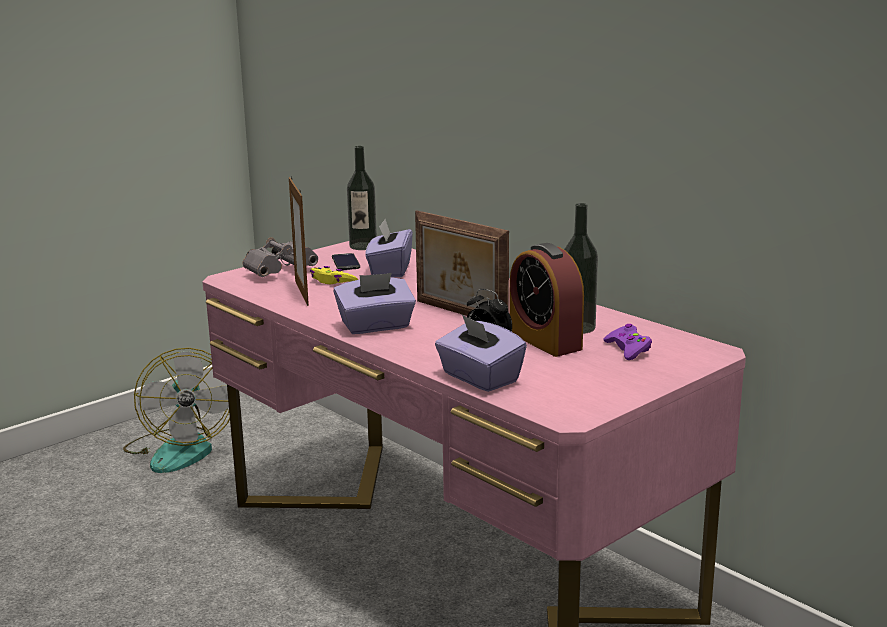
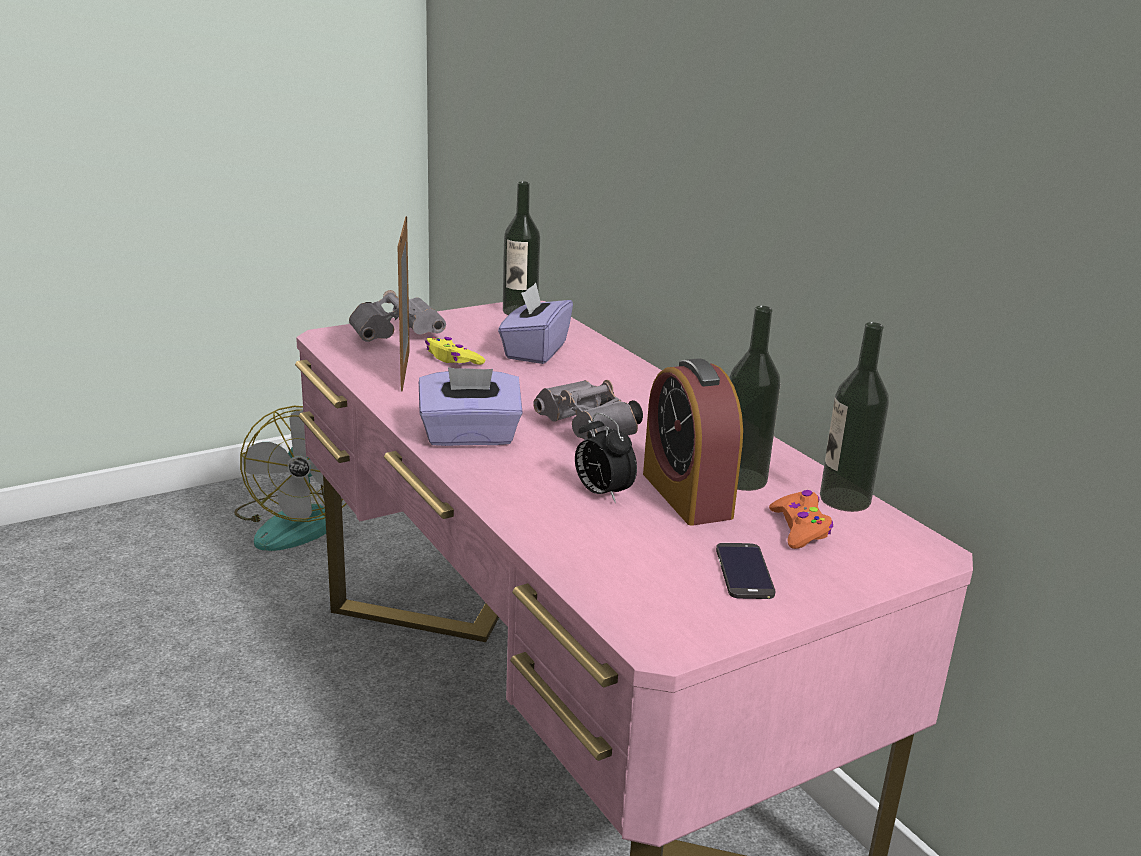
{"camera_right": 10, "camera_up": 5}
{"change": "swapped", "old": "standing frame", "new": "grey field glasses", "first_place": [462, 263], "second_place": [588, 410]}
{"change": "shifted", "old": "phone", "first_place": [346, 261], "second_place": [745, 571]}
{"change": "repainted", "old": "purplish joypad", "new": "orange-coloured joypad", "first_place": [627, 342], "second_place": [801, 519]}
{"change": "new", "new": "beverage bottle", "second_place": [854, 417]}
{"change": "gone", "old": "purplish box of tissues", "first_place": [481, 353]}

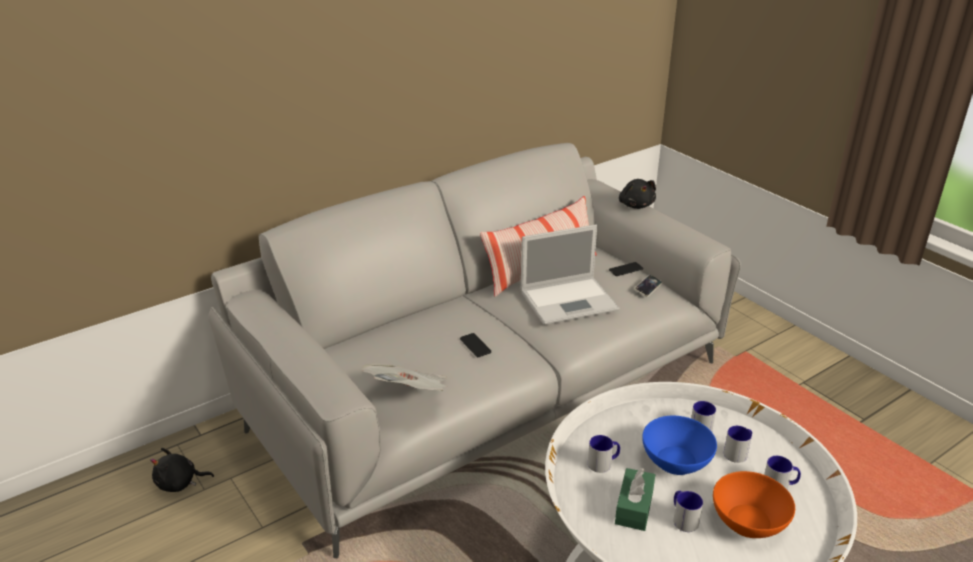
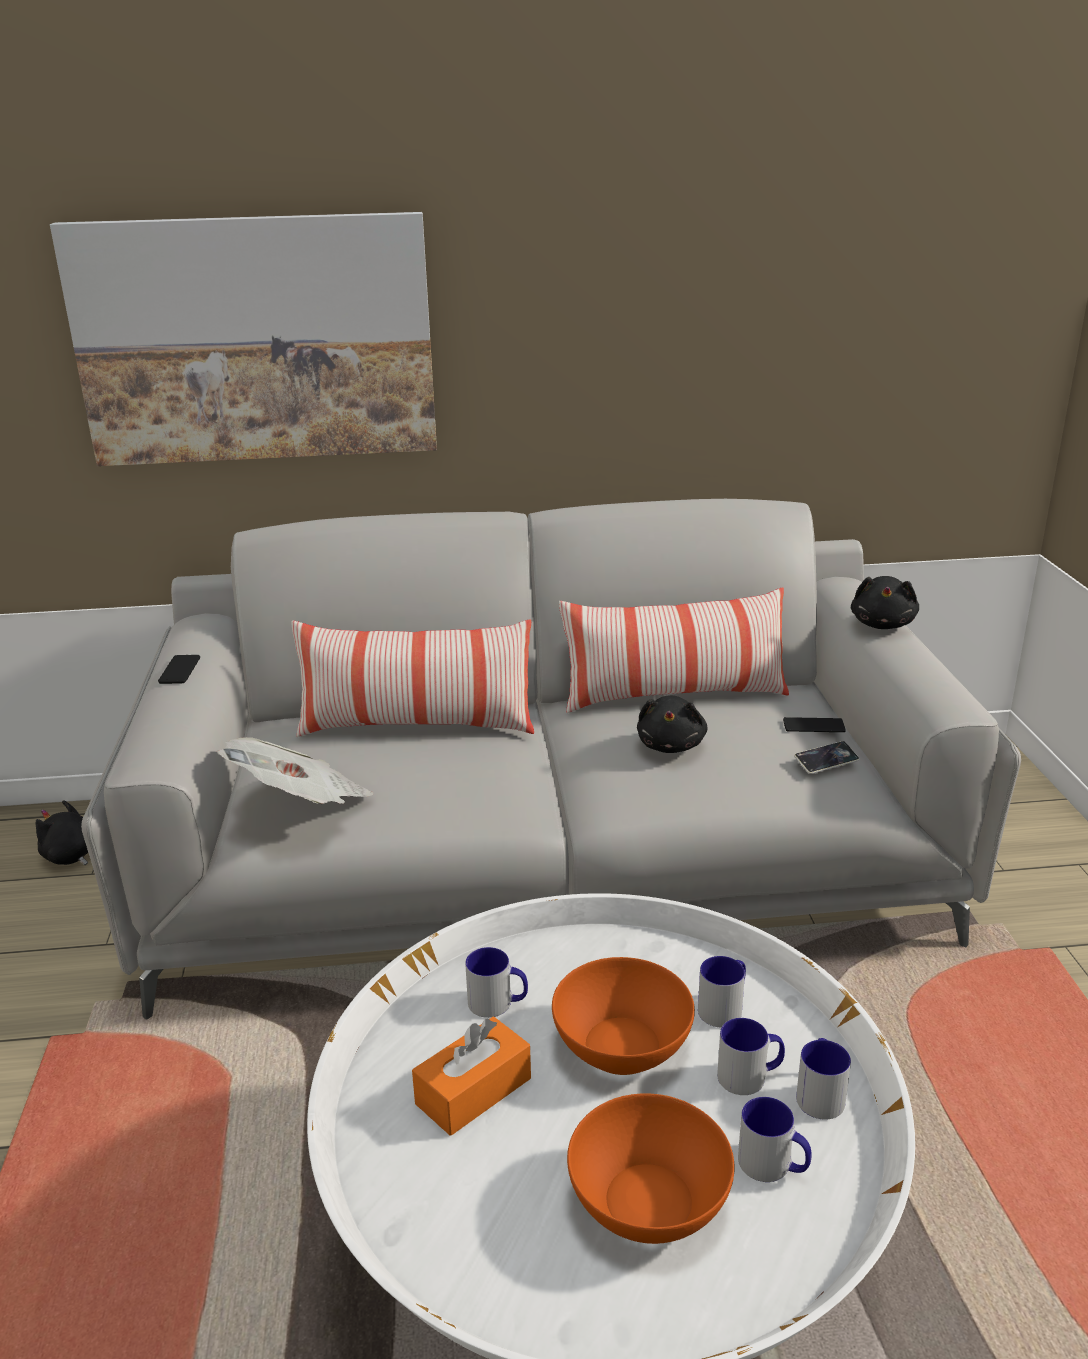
{"camera_right": 30, "camera_up": -5}
{"change": "new", "new": "wall picture", "second_place": [243, 339]}
{"change": "shifted", "old": "phone", "first_place": [475, 345], "second_place": [179, 669]}
{"change": "new", "new": "cushion", "second_place": [412, 678]}
{"change": "repainted", "old": "green box of tissues", "new": "orange-coloured box of tissues", "first_place": [635, 499], "second_place": [471, 1076]}
{"change": "repainted", "old": "blue bowl", "new": "orange-coloured bowl", "first_place": [679, 445], "second_place": [623, 1016]}
{"change": "swapped", "old": "laptop", "new": "blackish cuddly toy", "first_place": [570, 274], "second_place": [672, 724]}
{"change": "shifted", "old": "tea mug", "first_place": [688, 511], "second_place": [823, 1079]}

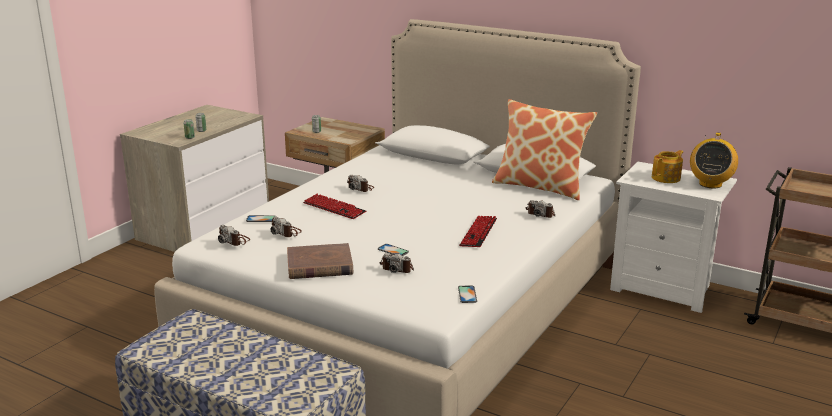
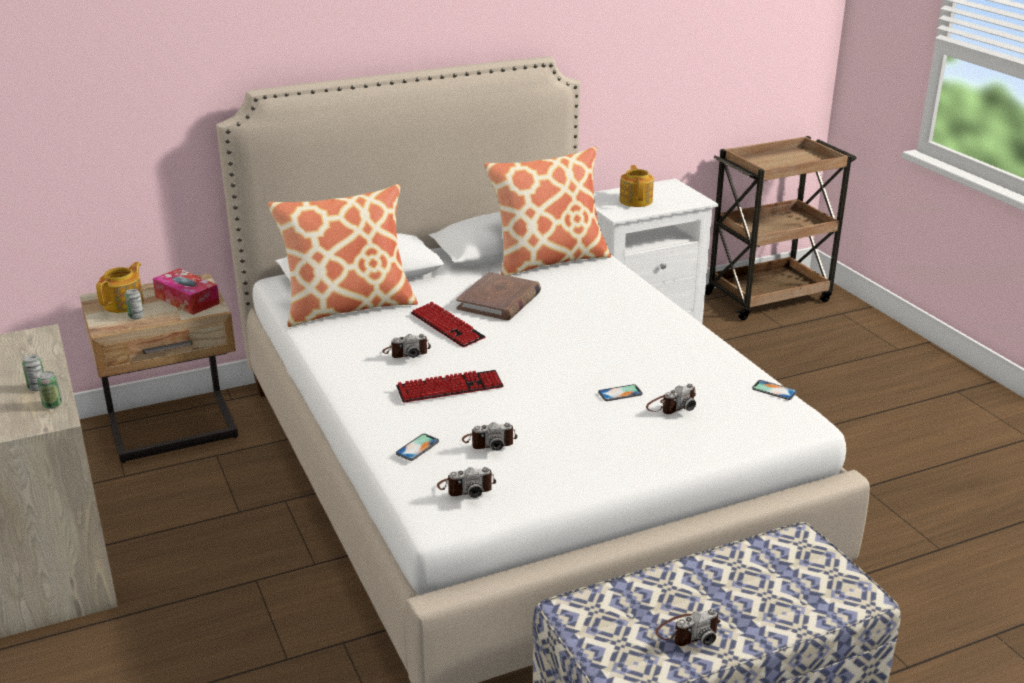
{"camera_right": -55, "camera_up": 5}
{"change": "new", "new": "tea pot", "second_place": [120, 287]}
{"change": "new", "new": "box of tissues", "second_place": [186, 291]}
{"change": "new", "new": "cushion", "second_place": [343, 255]}
{"change": "shifted", "old": "computer keyboard", "first_place": [478, 231], "second_place": [448, 324]}
{"change": "shifted", "old": "brownish volume", "first_place": [320, 261], "second_place": [498, 296]}
{"change": "shifted", "old": "still camera", "first_place": [540, 209], "second_place": [688, 627]}
{"change": "gone", "old": "radio receiver", "first_place": [714, 160]}

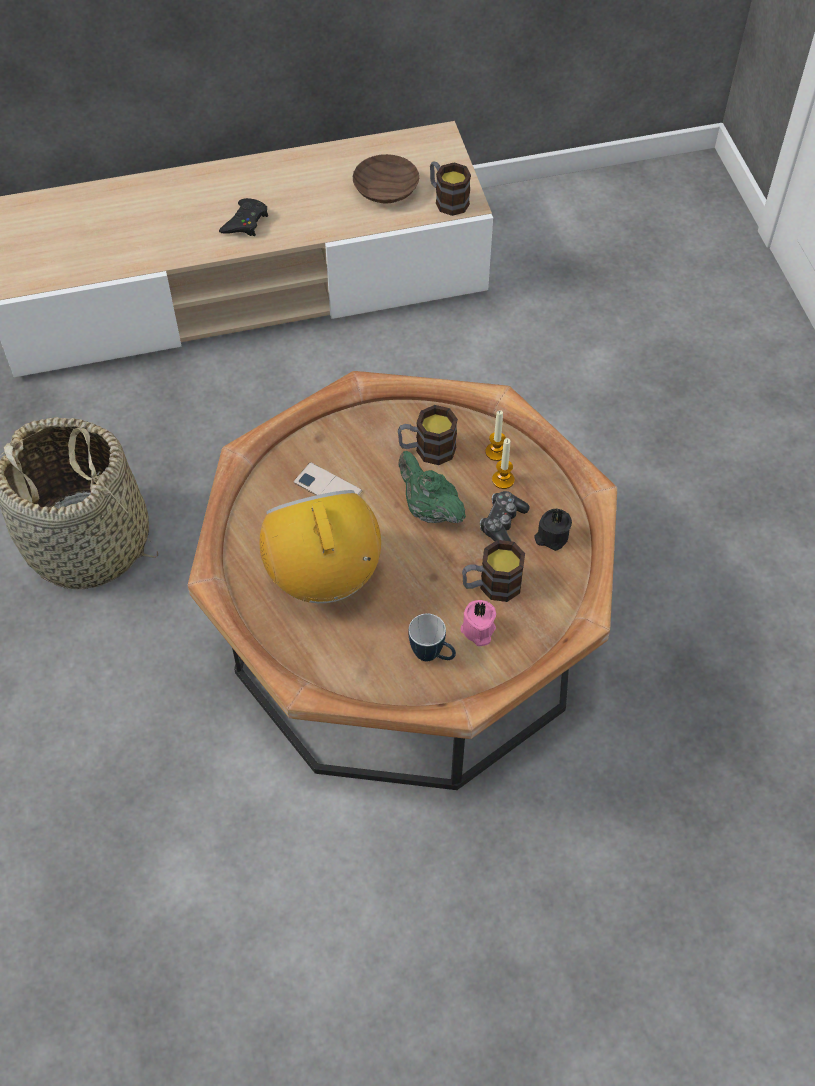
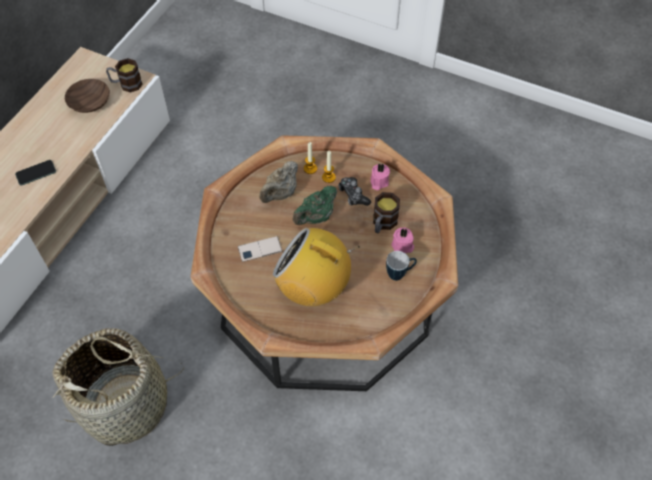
{"camera_right": -50, "camera_up": 0}
{"change": "swapped", "old": "blackish joypad", "new": "phone", "first_place": [243, 217], "second_place": [35, 173]}
{"change": "swapped", "old": "tea mug", "new": "sand-coloured tea pot", "first_place": [428, 435], "second_place": [278, 182]}
{"change": "rotated", "old": "green tea pot", "first_place": [432, 487], "second_place": [314, 205], "degrees": -45}
{"change": "repainted", "old": "blackish wax candle", "new": "pink-coloured wax candle", "first_place": [553, 530], "second_place": [380, 177]}

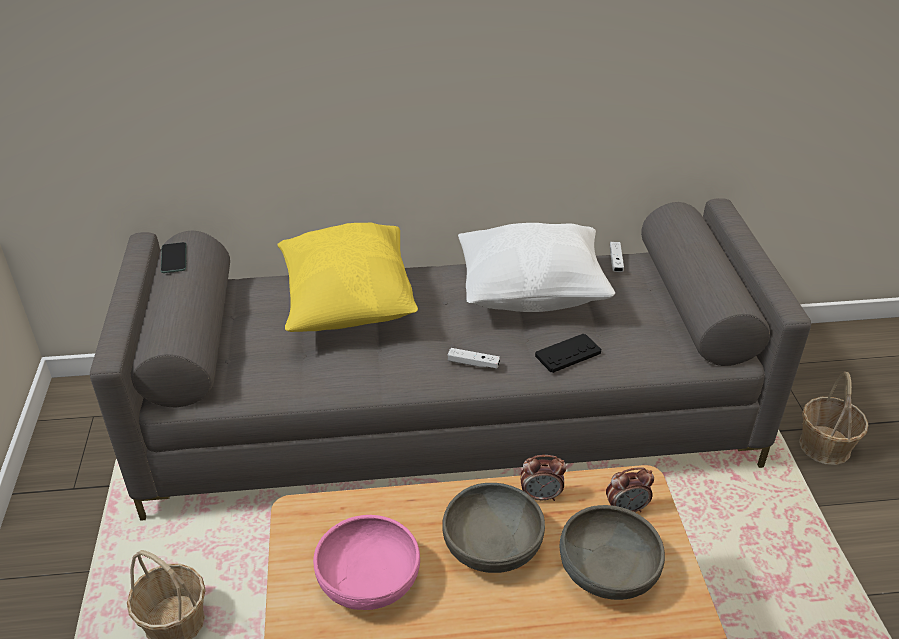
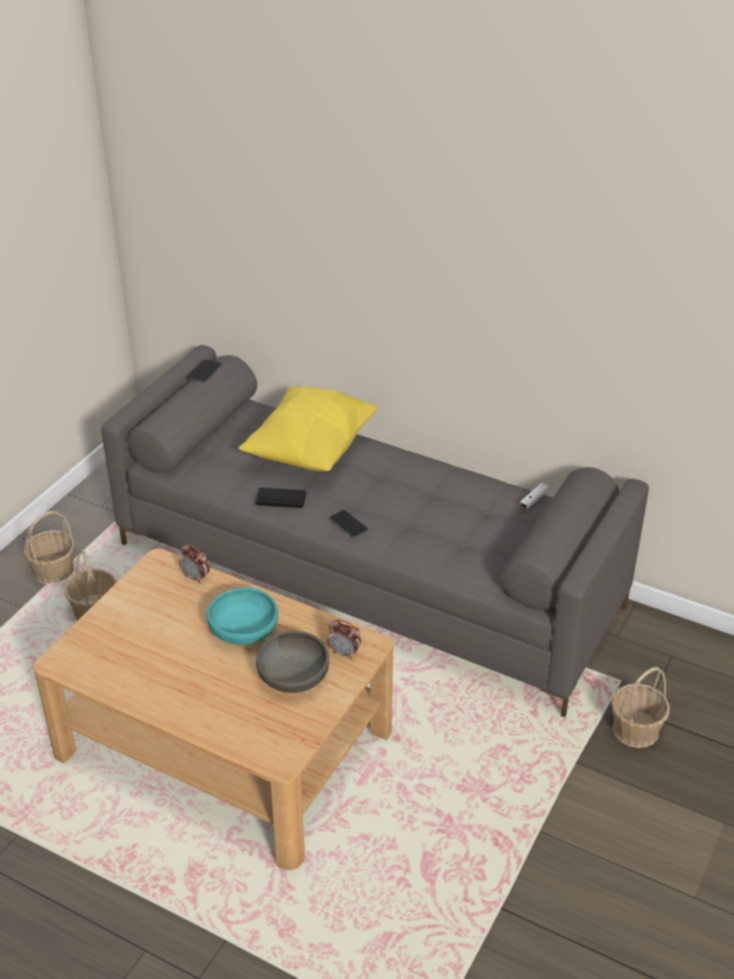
{"camera_right": 35, "camera_up": 0}
{"change": "new", "new": "household basket", "second_place": [49, 547]}
{"change": "shifted", "old": "alarm clock", "first_place": [544, 478], "second_place": [194, 564]}
{"change": "repainted", "old": "grey bowl", "new": "turquoise-coloured bowl", "first_place": [493, 528], "second_place": [242, 616]}
{"change": "shifted", "old": "blackish joypad", "first_place": [568, 353], "second_place": [281, 498]}
{"change": "swapped", "old": "white-coloured joypad", "new": "phone", "first_place": [474, 358], "second_place": [349, 524]}
{"change": "gone", "old": "pink-coloured bowl", "first_place": [366, 562]}
{"change": "gone", "old": "white-coloured cushion", "first_place": [536, 267]}

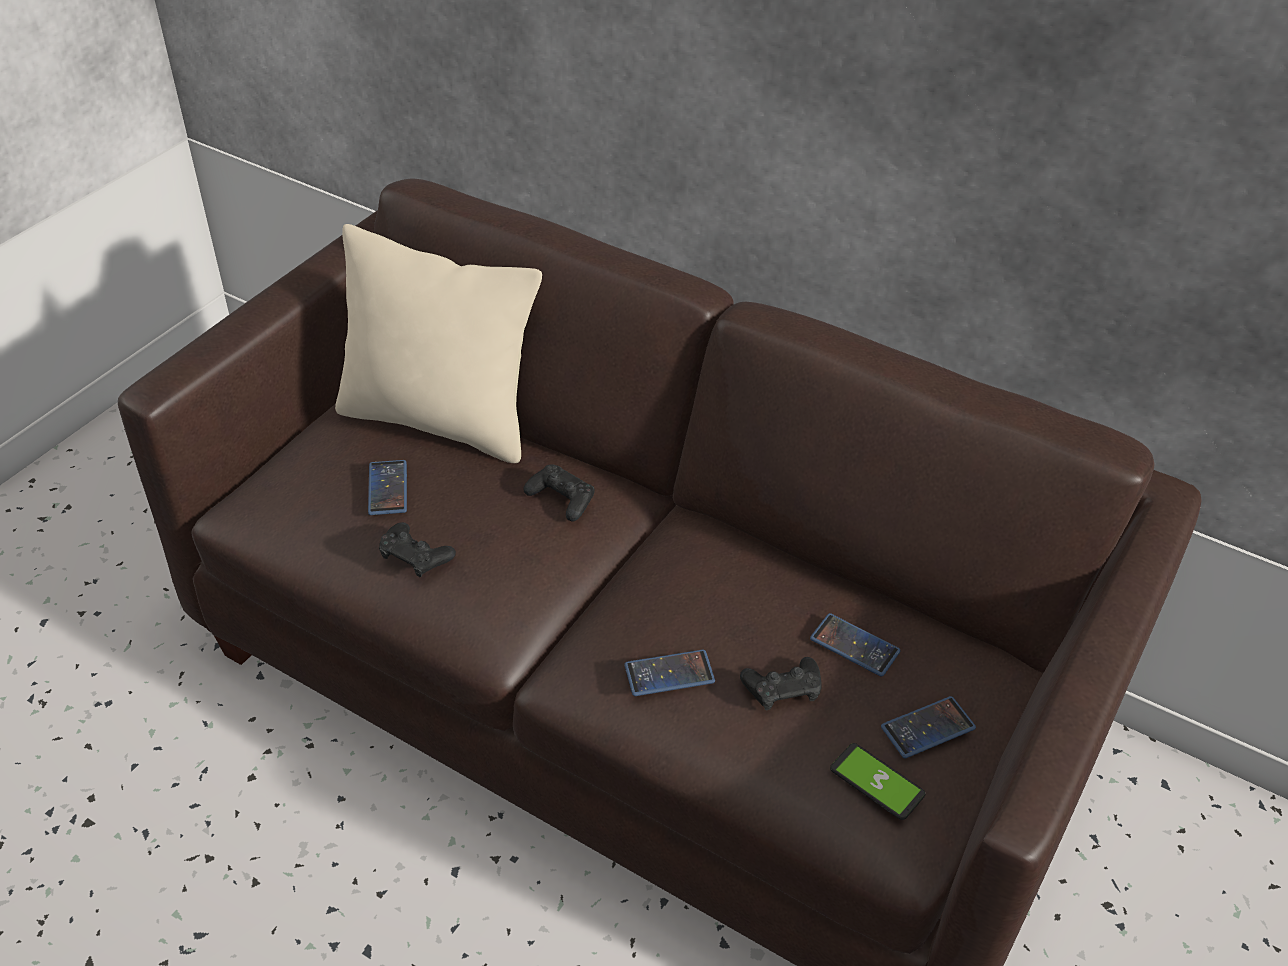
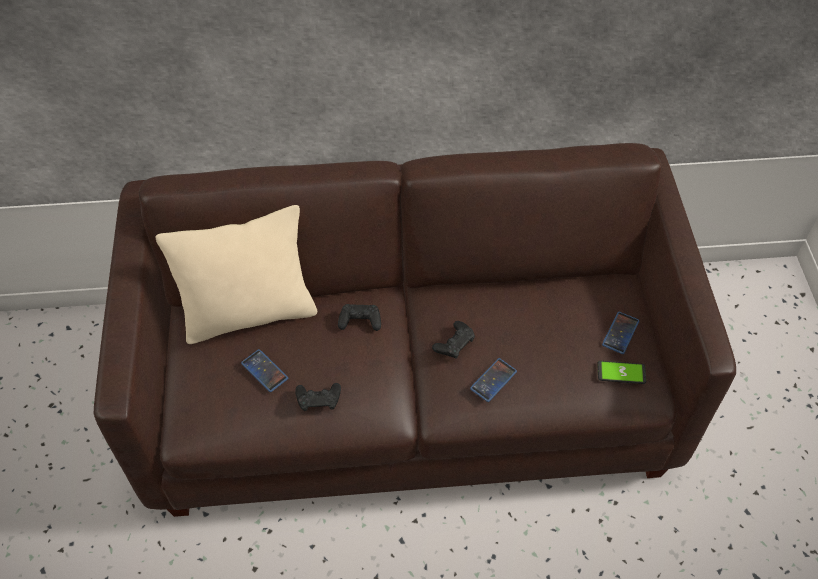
{"camera_right": -35, "camera_up": 10}
{"change": "shifted", "old": "blackish joypad", "first_place": [781, 684], "second_place": [453, 340]}
{"change": "gone", "old": "phone", "first_place": [855, 644]}

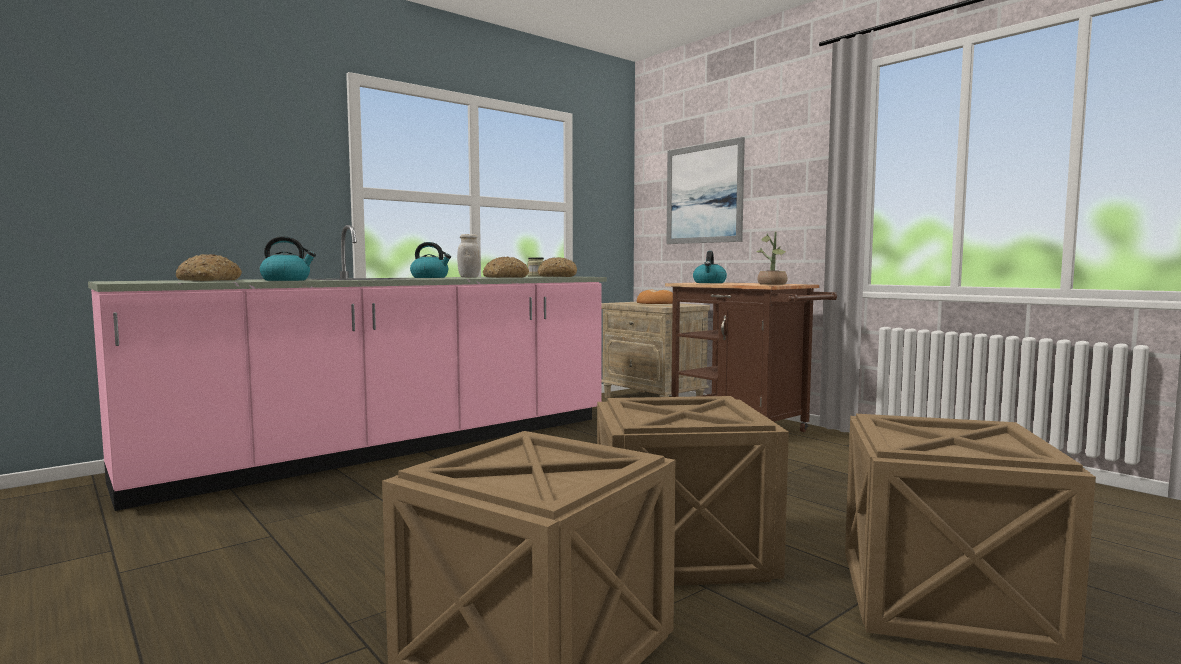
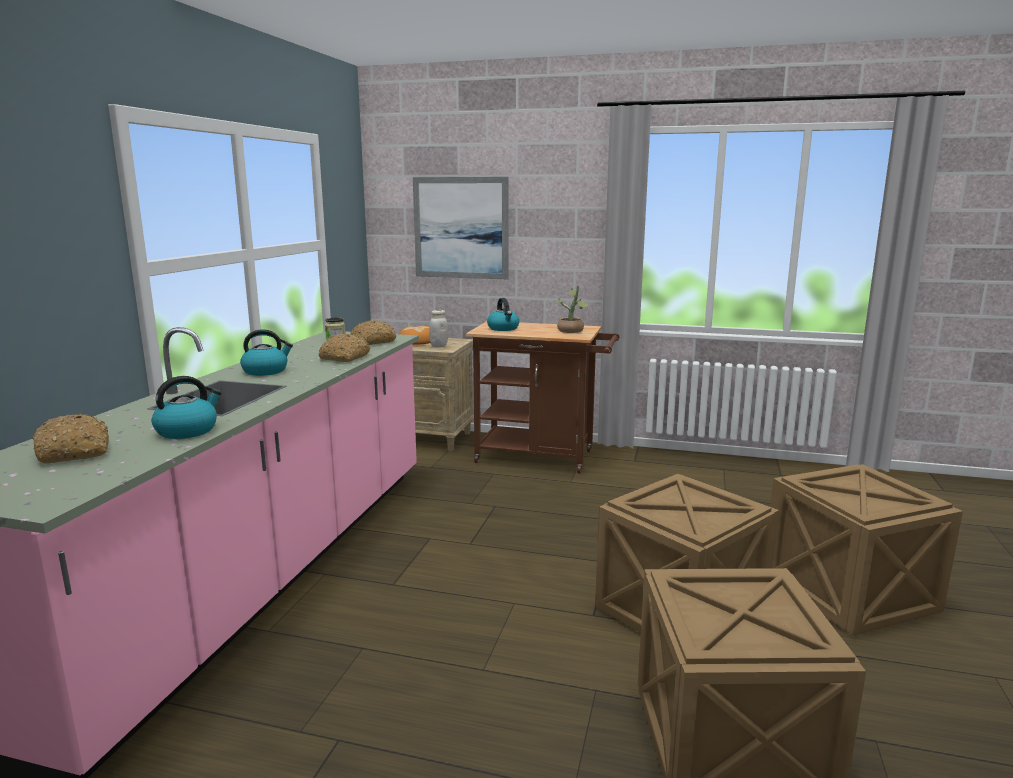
{"camera_right": -35, "camera_up": 10}
{"change": "shifted", "old": "white-coloured preserve jar", "first_place": [469, 255], "second_place": [438, 328]}

